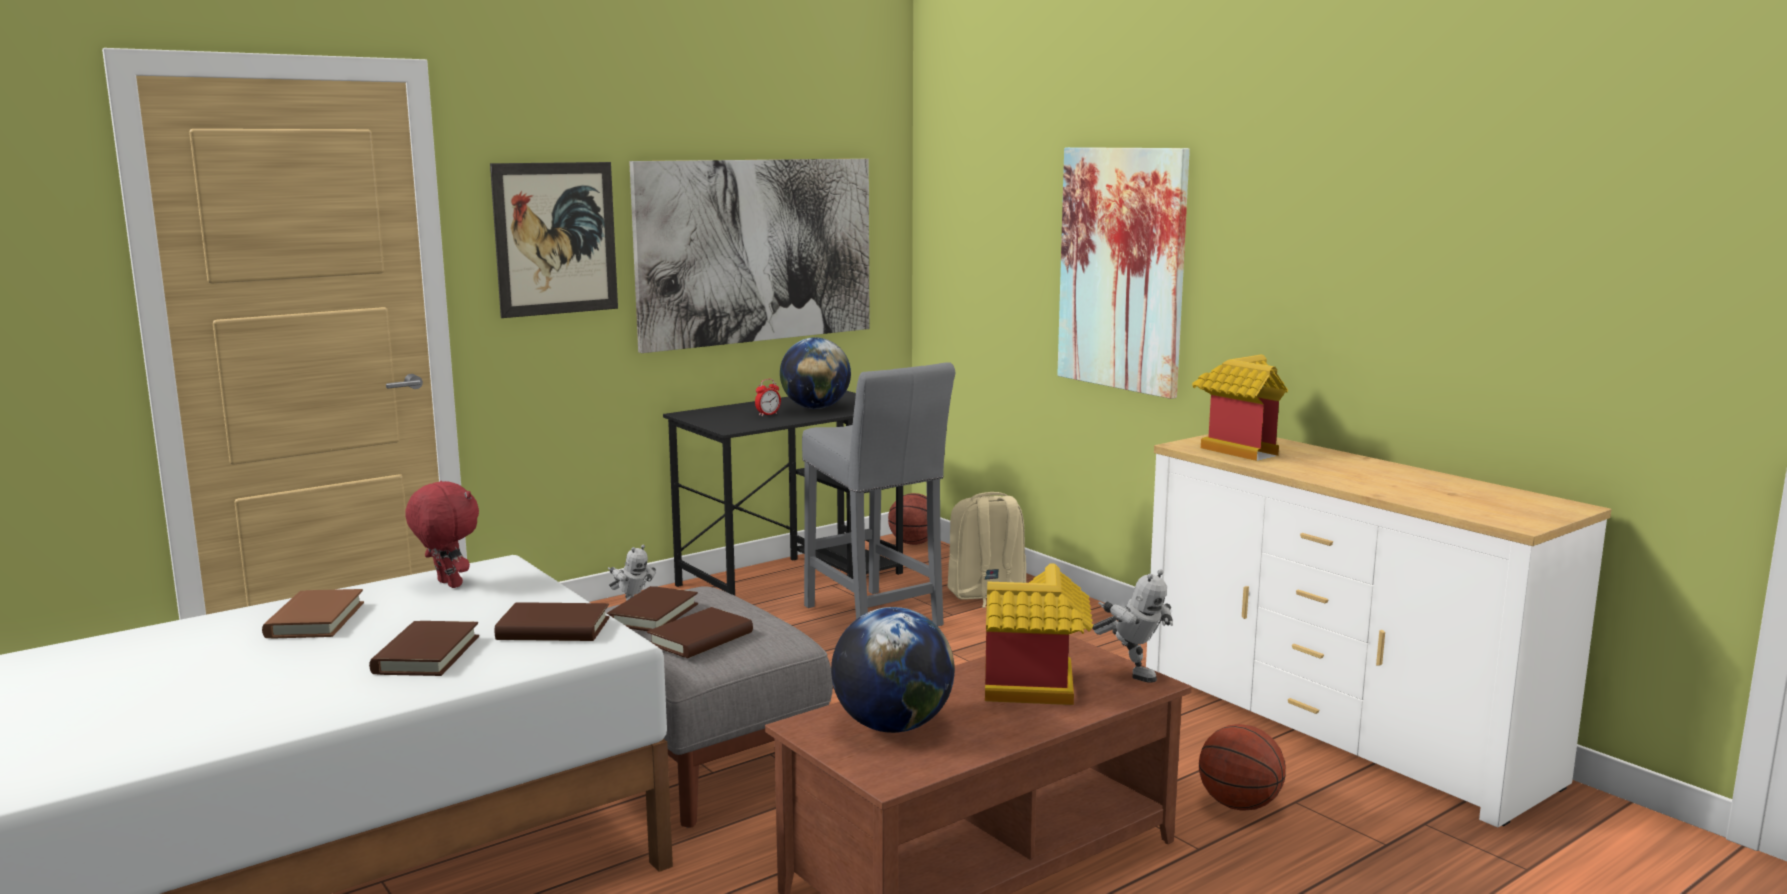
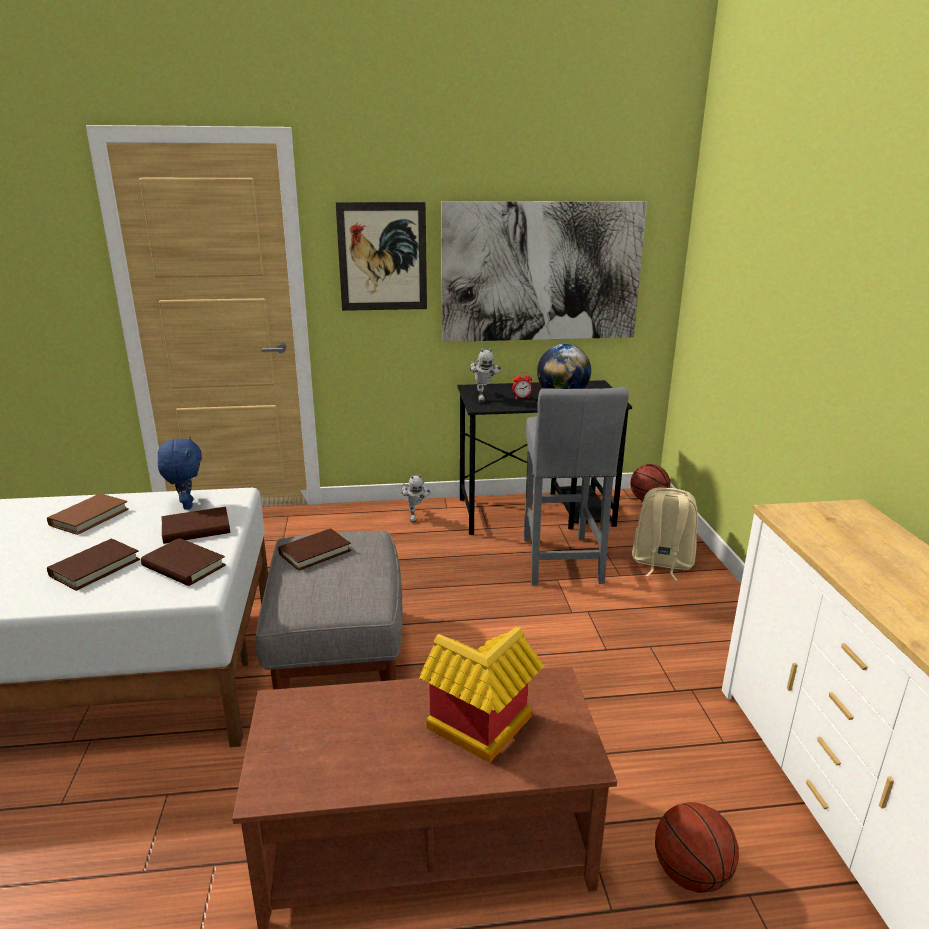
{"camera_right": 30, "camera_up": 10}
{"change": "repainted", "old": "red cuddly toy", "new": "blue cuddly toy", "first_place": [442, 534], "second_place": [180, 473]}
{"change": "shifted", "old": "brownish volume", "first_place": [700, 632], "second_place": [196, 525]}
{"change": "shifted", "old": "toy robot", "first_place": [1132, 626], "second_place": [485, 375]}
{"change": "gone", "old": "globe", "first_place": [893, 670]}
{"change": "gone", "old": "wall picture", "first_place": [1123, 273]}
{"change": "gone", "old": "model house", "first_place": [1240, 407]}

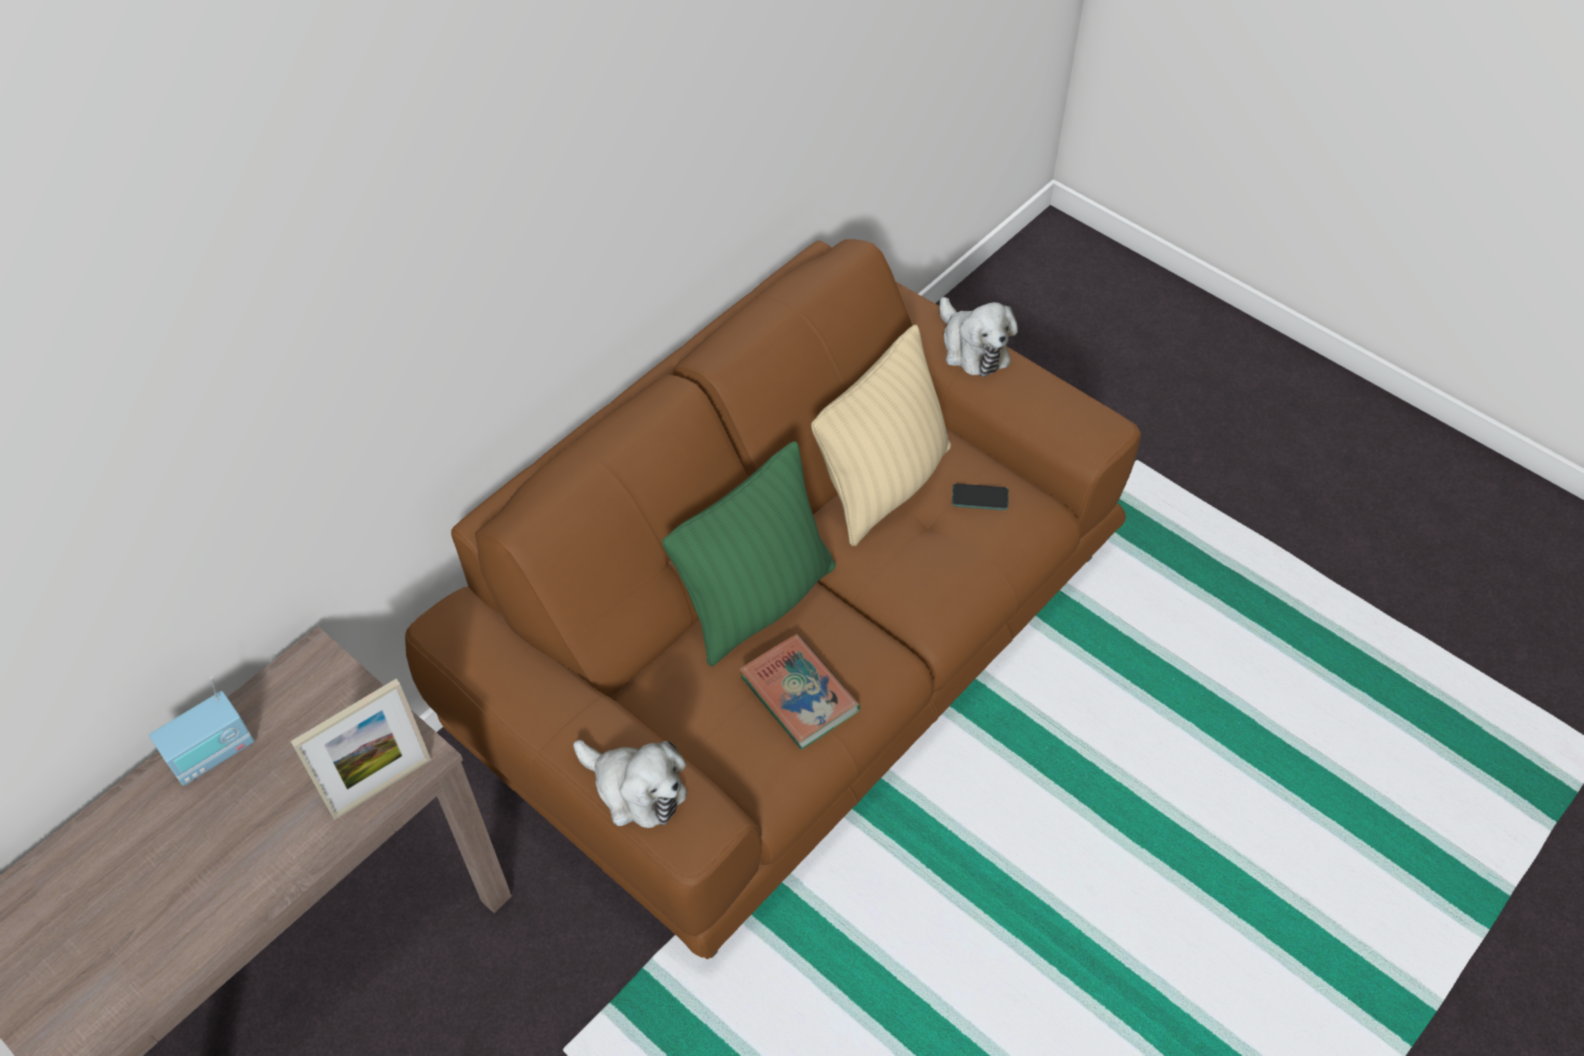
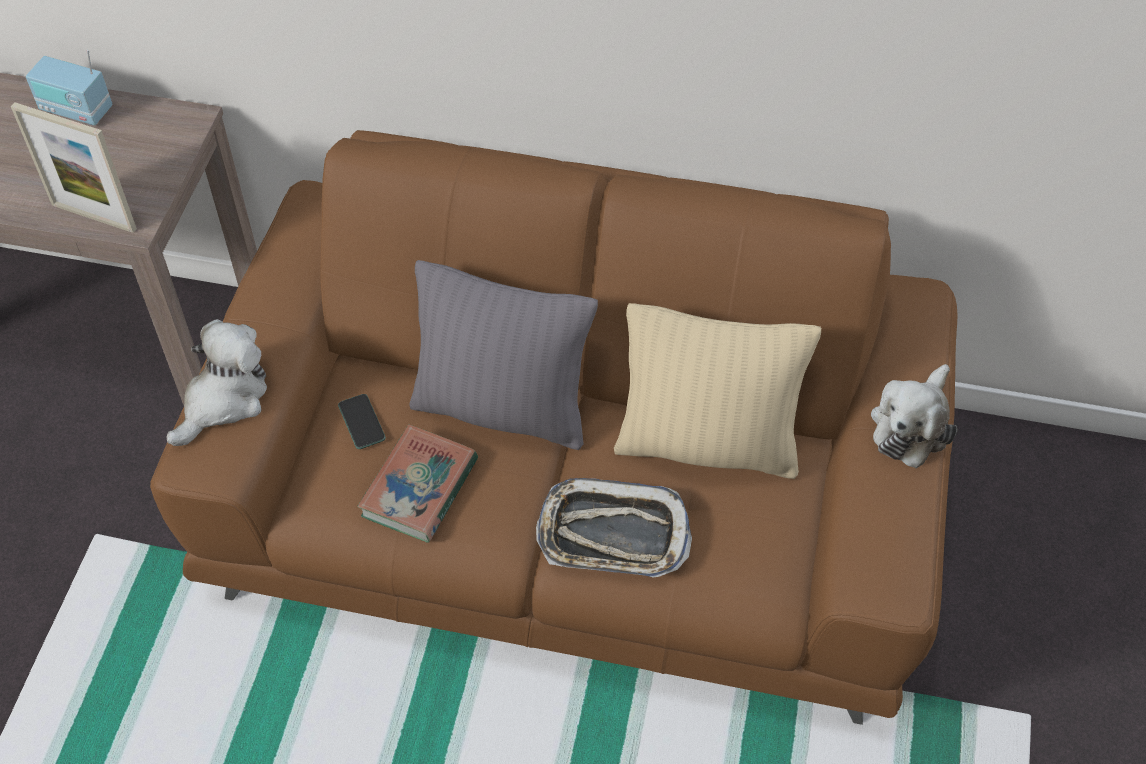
{"camera_right": 60, "camera_up": 0}
{"change": "rotated", "old": "cuddly toy", "first_place": [630, 784], "second_place": [217, 382], "degrees": -150}
{"change": "shifted", "old": "phone", "first_place": [980, 496], "second_place": [362, 421]}
{"change": "repainted", "old": "green cushion", "new": "grey cushion", "first_place": [749, 554], "second_place": [503, 355]}
{"change": "new", "new": "serving tray", "second_place": [614, 528]}

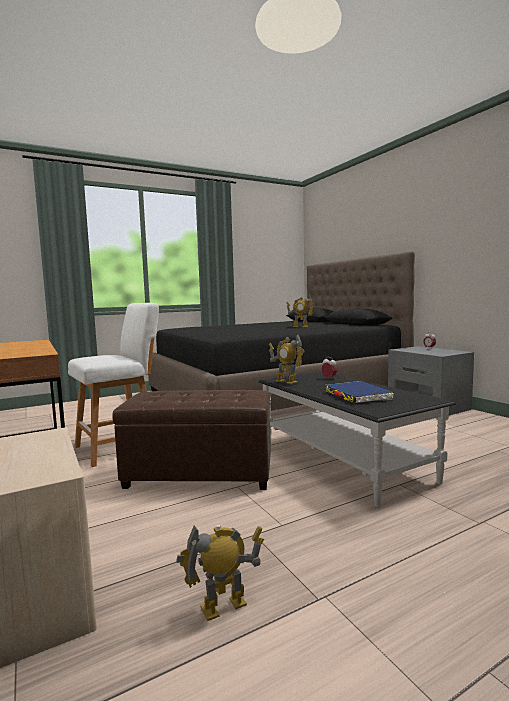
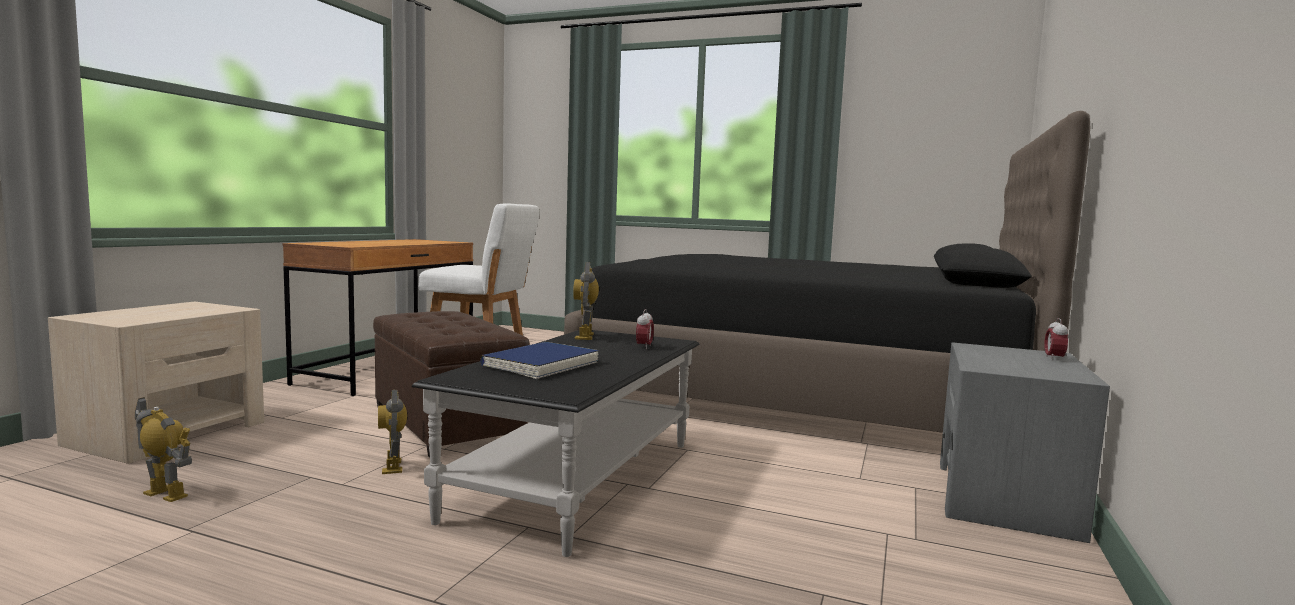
{"camera_right": 50, "camera_up": 0}
{"change": "shifted", "old": "toy robot", "first_place": [300, 311], "second_place": [392, 432]}

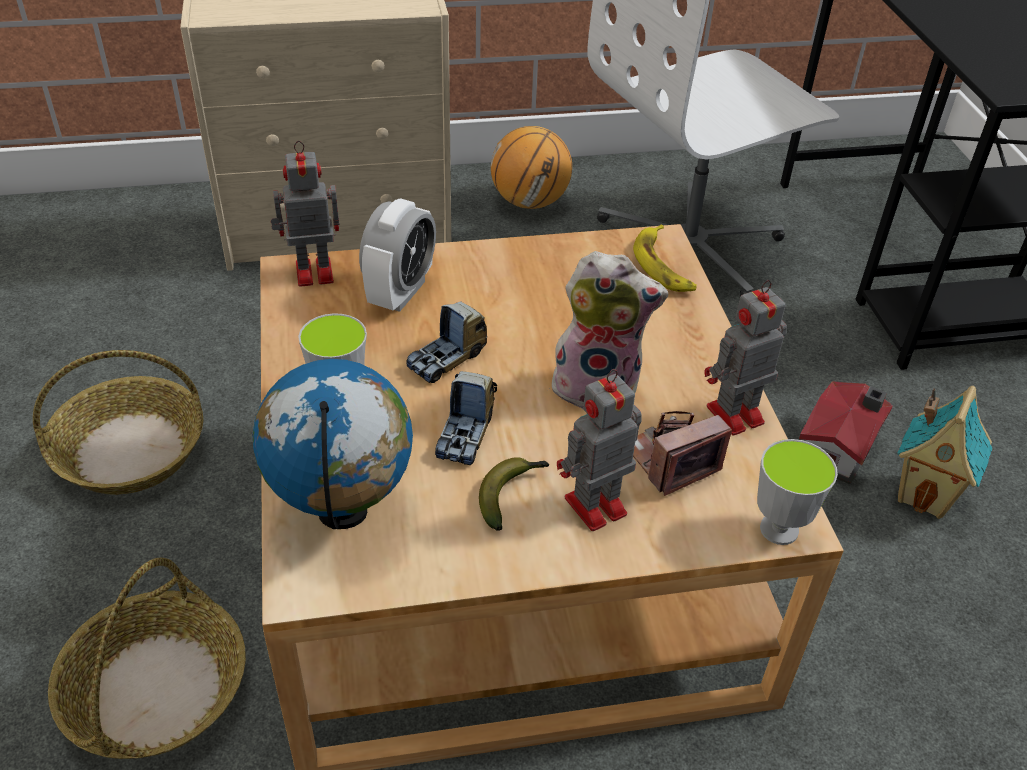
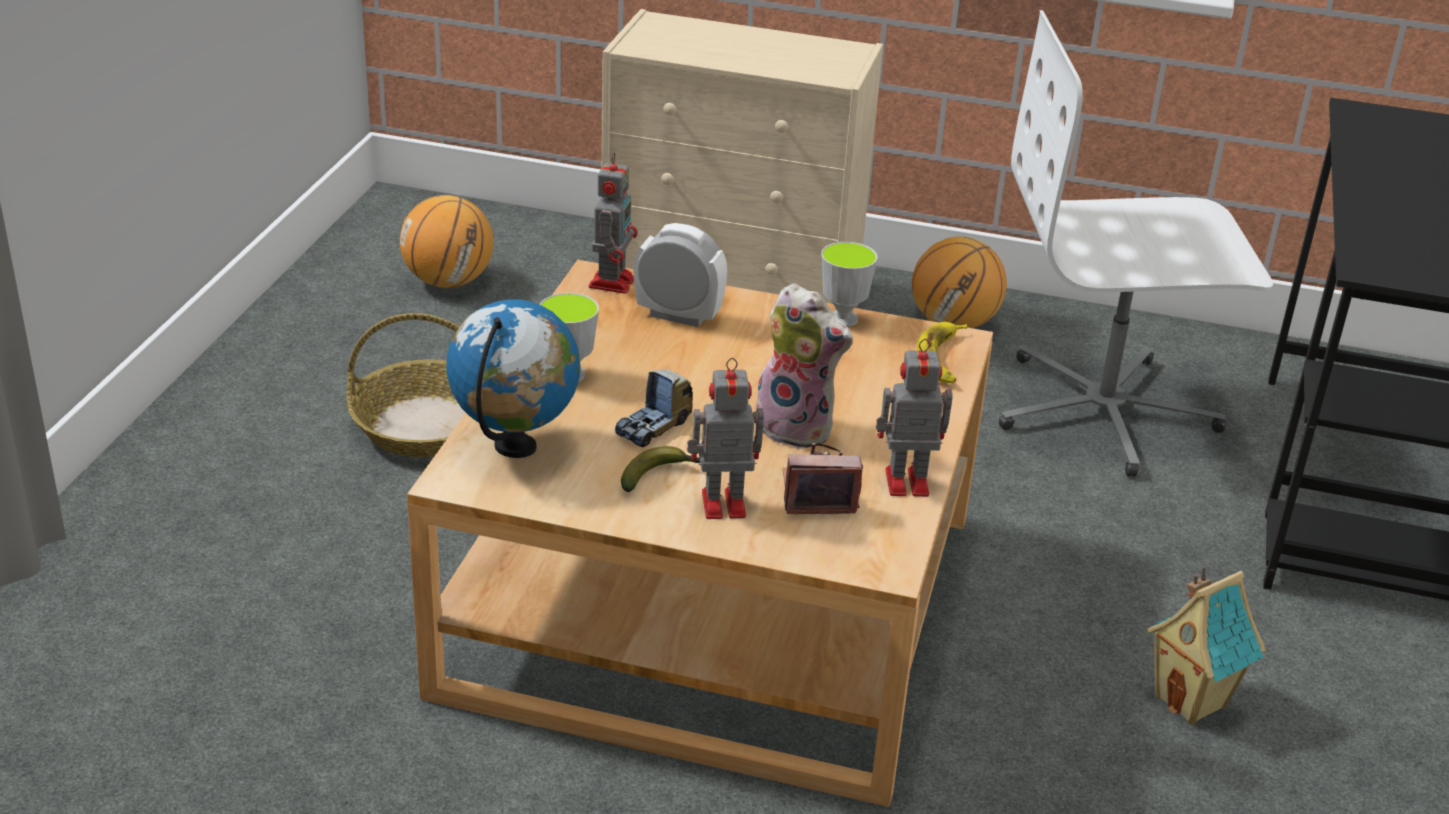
{"camera_right": 25, "camera_up": -10}
{"change": "new", "new": "ball for basketball", "second_place": [446, 241]}
{"change": "rotated", "old": "toy robot", "first_place": [305, 214], "second_place": [613, 223], "degrees": 90}
{"change": "rotated", "old": "alarm clock", "first_place": [397, 255], "second_place": [680, 275], "degrees": -120}
{"change": "shifted", "old": "cup", "first_place": [797, 492], "second_place": [849, 284]}
{"change": "gone", "old": "household basket", "first_place": [147, 658]}
{"change": "gone", "old": "toy lorry", "first_place": [446, 342]}
{"change": "gone", "old": "model house", "first_place": [846, 432]}

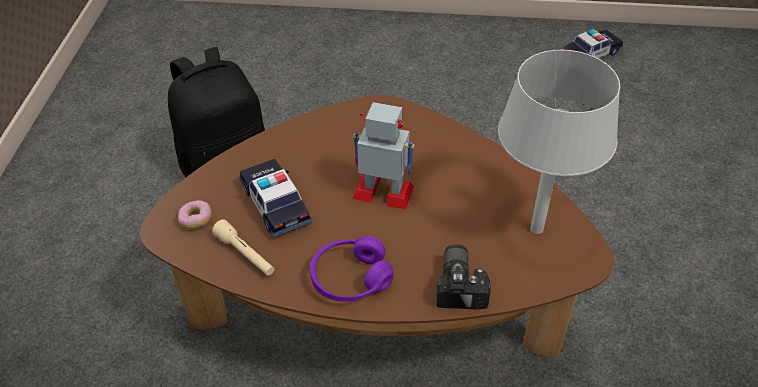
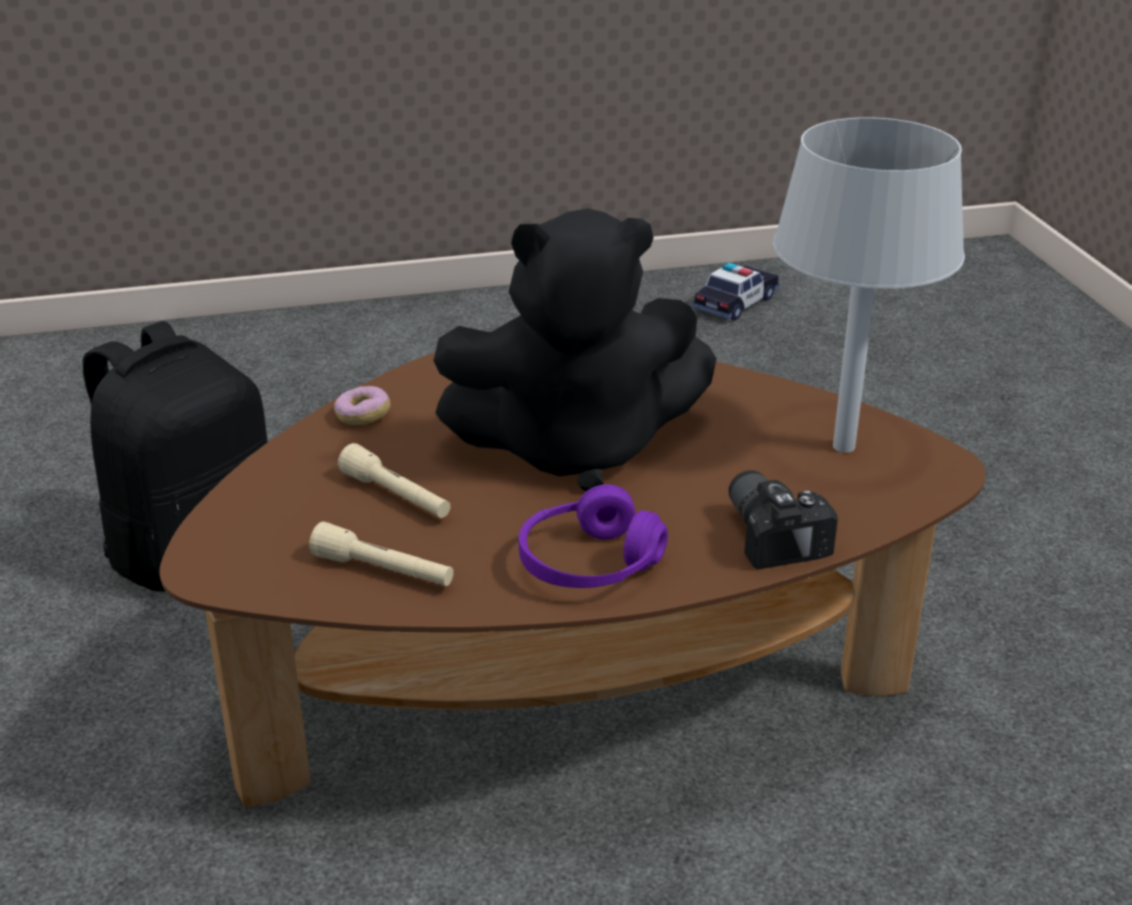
{"camera_right": -20, "camera_up": -15}
{"change": "shifted", "old": "donut", "first_place": [195, 214], "second_place": [362, 405]}
{"change": "swapped", "old": "model car", "new": "sand-coloured flashlight", "first_place": [275, 198], "second_place": [394, 480]}
{"change": "swapped", "old": "toy robot", "new": "blackish cuddly toy", "first_place": [383, 155], "second_place": [575, 349]}

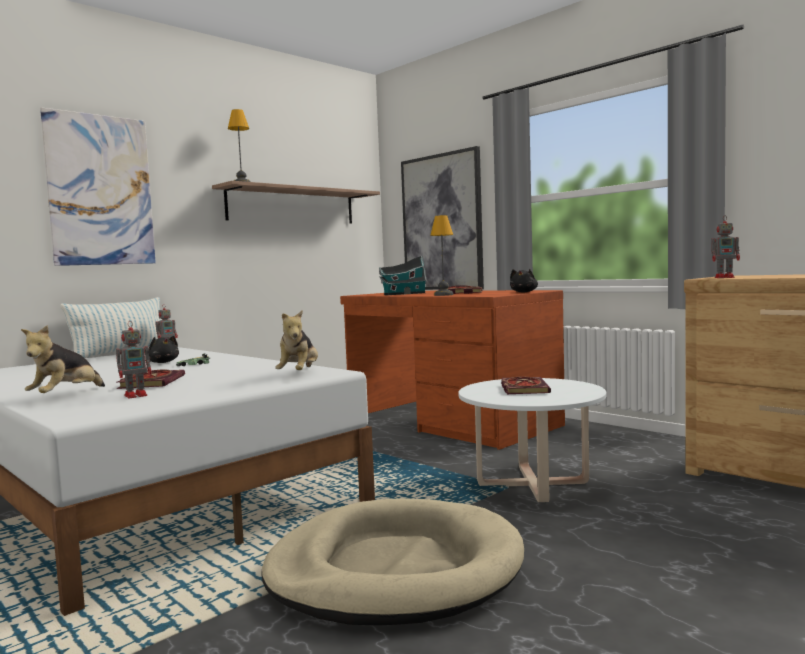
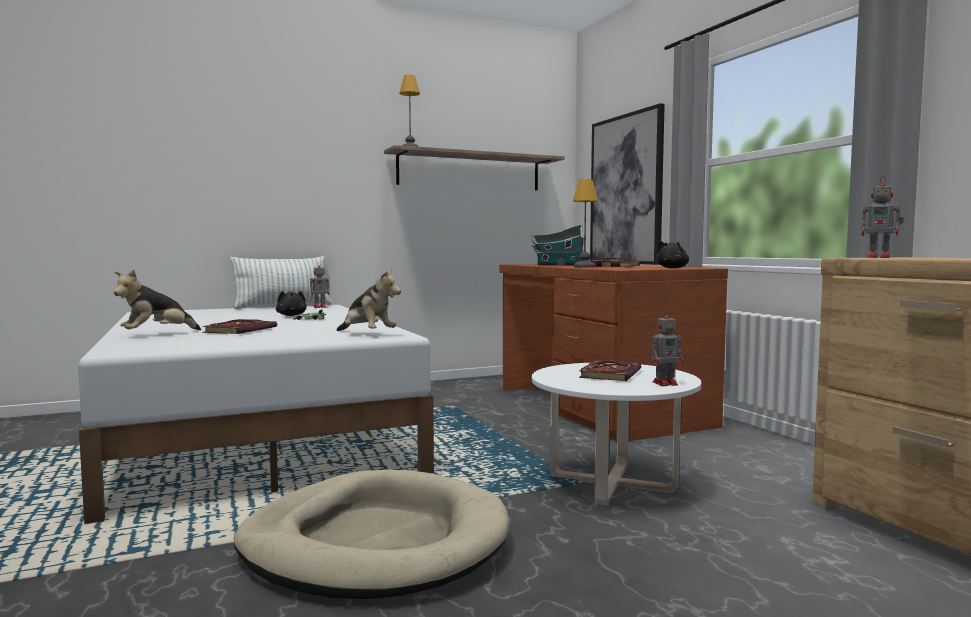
{"camera_right": 20, "camera_up": 0}
{"change": "rotated", "old": "cuddly toy", "first_place": [296, 340], "second_place": [368, 300], "degrees": -75}
{"change": "shifted", "old": "toy robot", "first_place": [134, 359], "second_place": [668, 347]}
{"change": "gone", "old": "wall picture", "first_place": [98, 186]}

